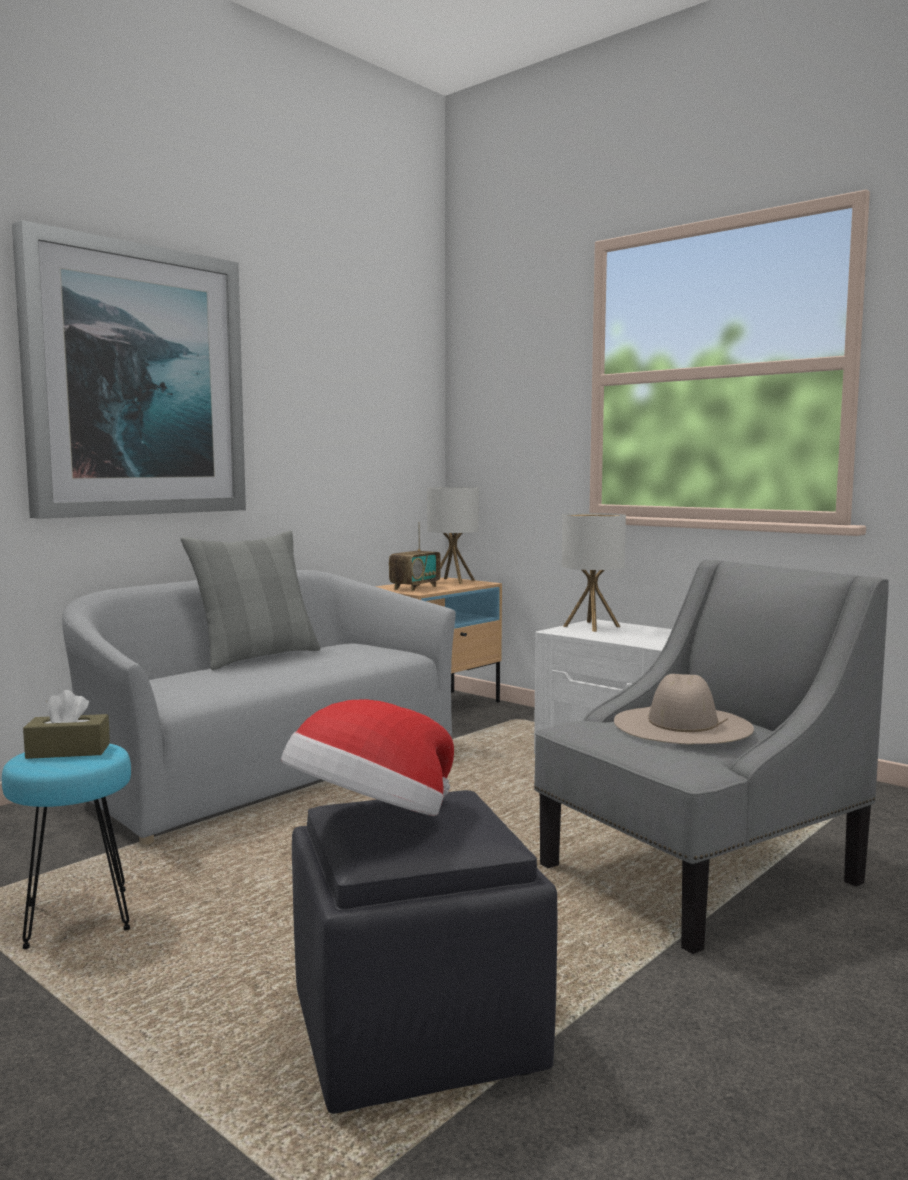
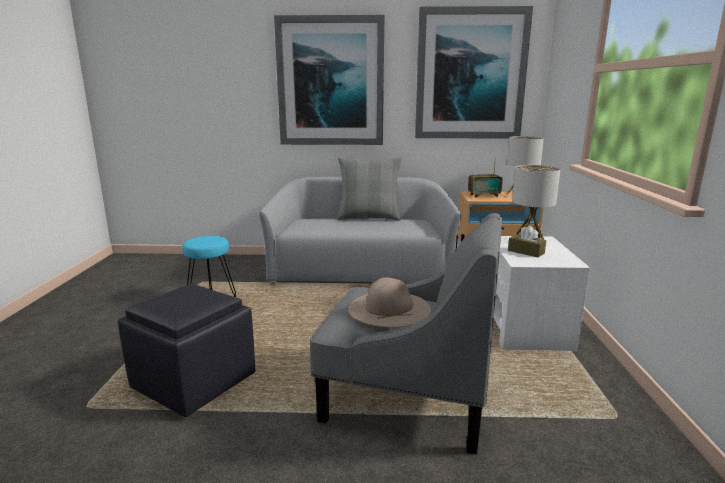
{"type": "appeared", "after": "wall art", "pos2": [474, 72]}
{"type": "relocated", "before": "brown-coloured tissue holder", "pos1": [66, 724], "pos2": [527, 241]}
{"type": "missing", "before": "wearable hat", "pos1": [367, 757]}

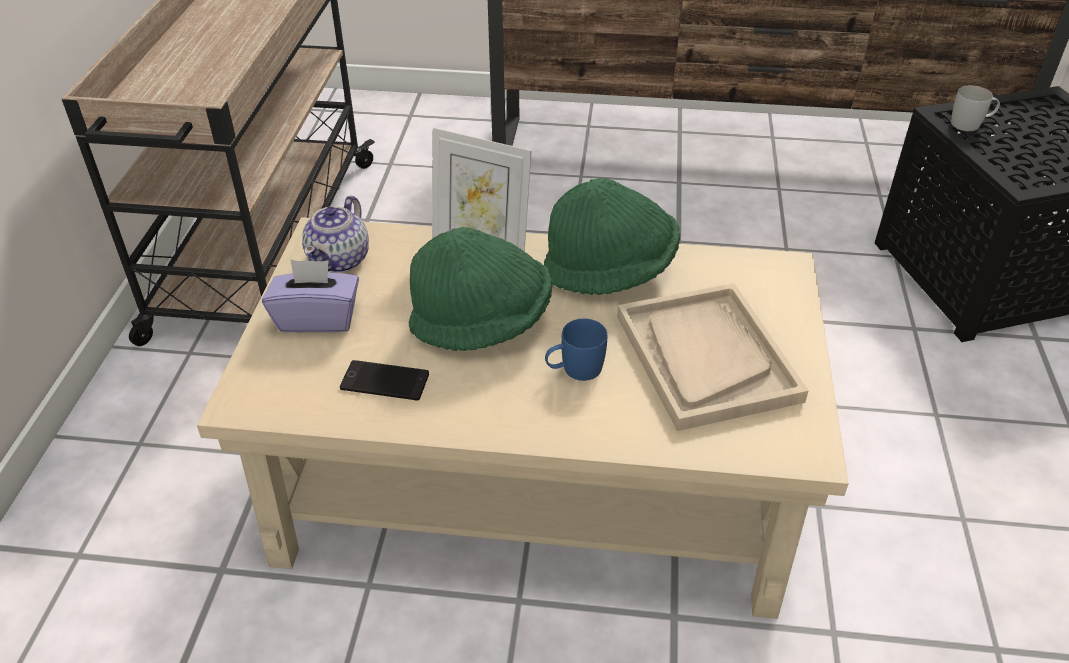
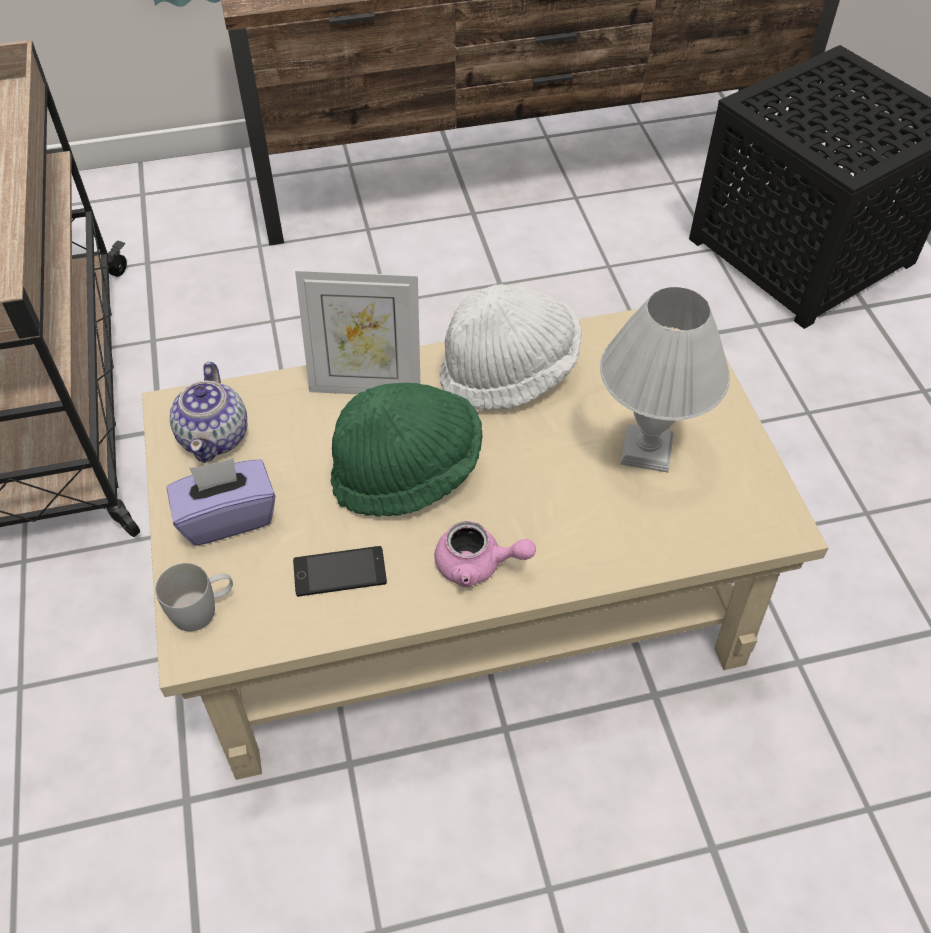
{"type": "relocated", "before": "whitish tea mug", "pos1": [975, 108], "pos2": [194, 597]}
{"type": "appeared", "after": "pink teapot", "pos2": [485, 554]}
{"type": "colour", "before": "greenish wearable hat", "after": "whitish wearable hat", "pos1": [612, 236], "pos2": [511, 347]}
{"type": "exchanged", "before": "beige serving tray", "after": "whitish tabletop lamp", "pos1": [712, 357], "pos2": [665, 380]}
{"type": "missing", "before": "blue tea mug", "pos1": [576, 349]}

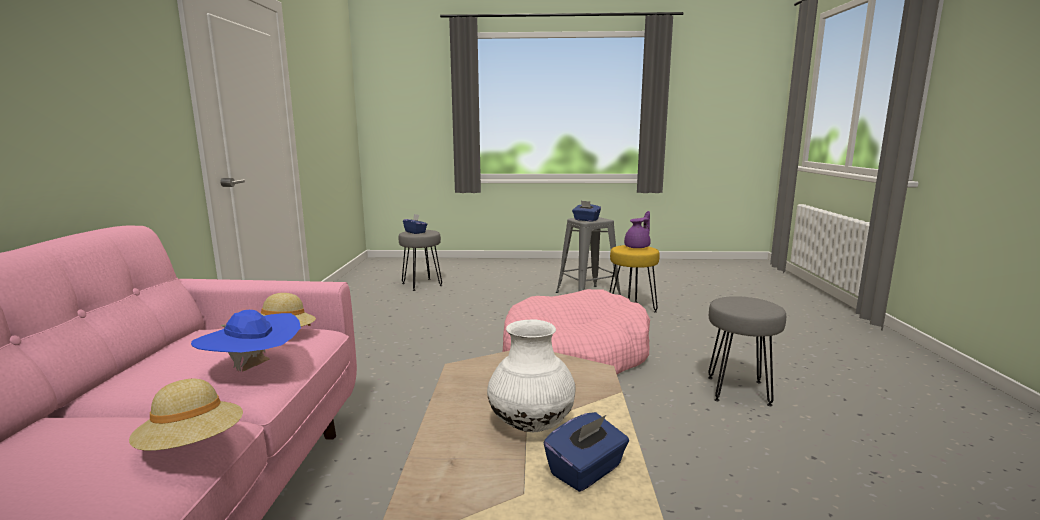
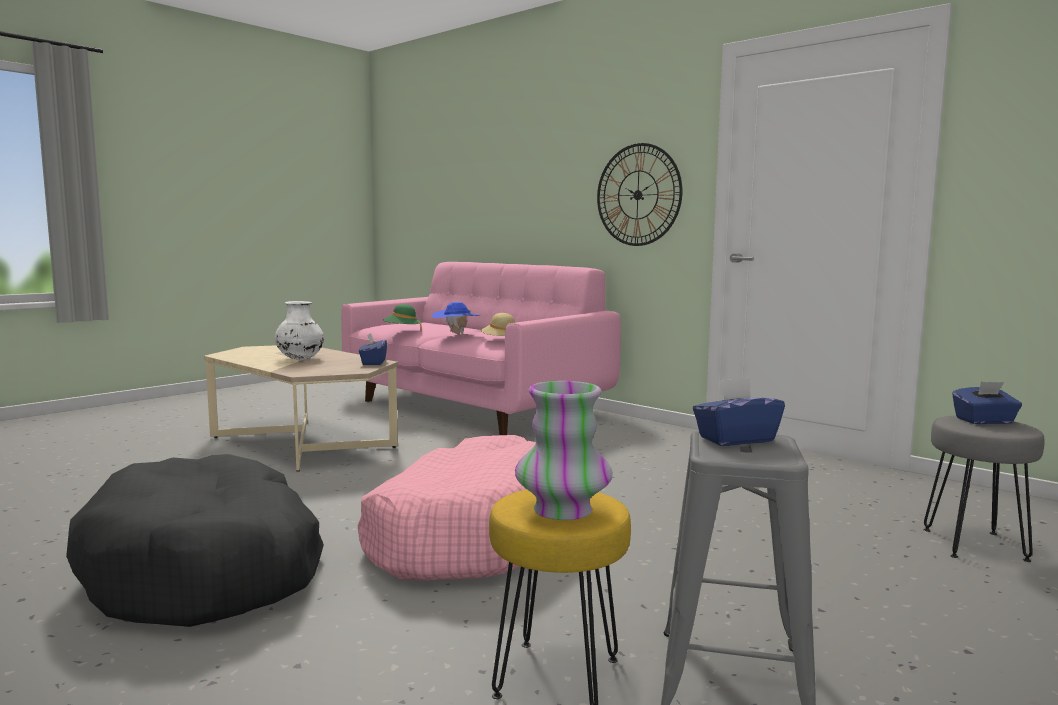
{"type": "exchanged", "before": "gray sitting stool", "after": "black-coloured dog bed", "pos1": [747, 351], "pos2": [195, 540]}
{"type": "relocated", "before": "blue tissue holder", "pos1": [586, 452], "pos2": [373, 349]}
{"type": "colour", "before": "beige wearable hat", "after": "greenish wearable hat", "pos1": [186, 415], "pos2": [402, 317]}
{"type": "exchanged", "before": "purple-coloured teapot", "after": "decorative vase", "pos1": [637, 229], "pos2": [564, 450]}
{"type": "appeared", "after": "clock on the wall", "pos2": [639, 194]}

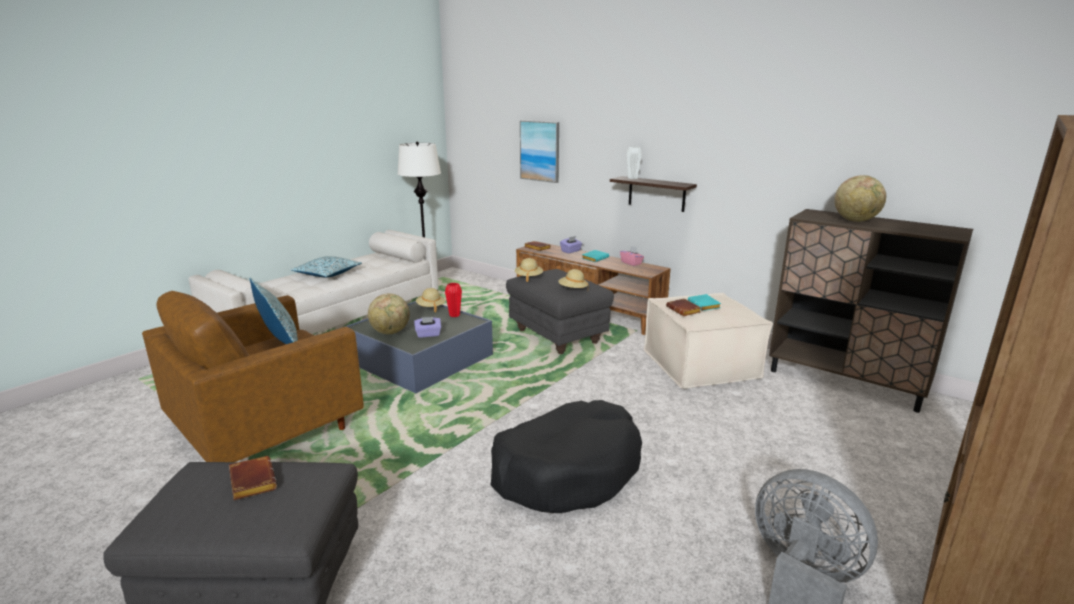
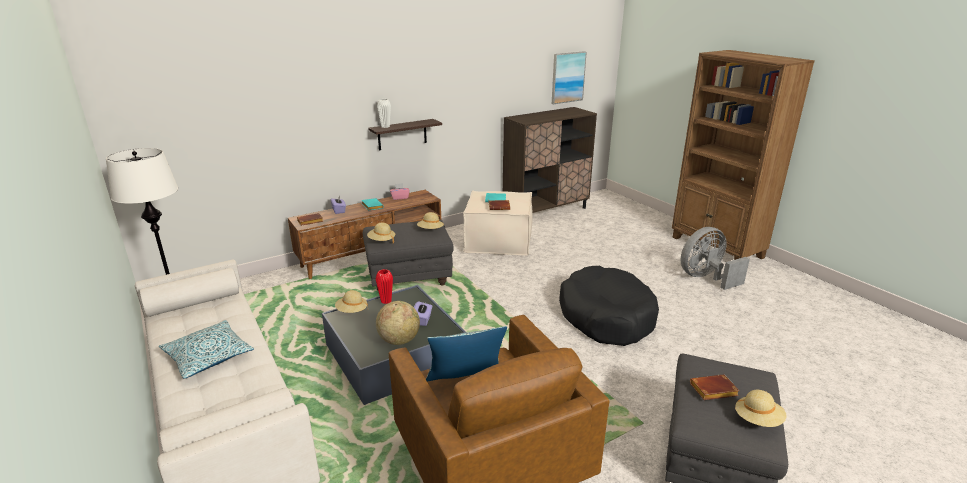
{"type": "relocated", "before": "wall art", "pos1": [539, 151], "pos2": [569, 77]}
{"type": "appeared", "after": "beige wearable hat", "pos2": [760, 408]}
{"type": "missing", "before": "world globe", "pos1": [860, 198]}

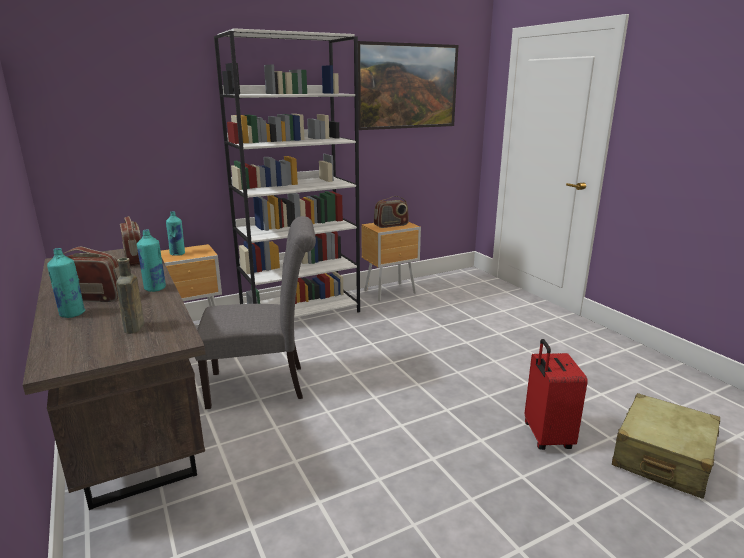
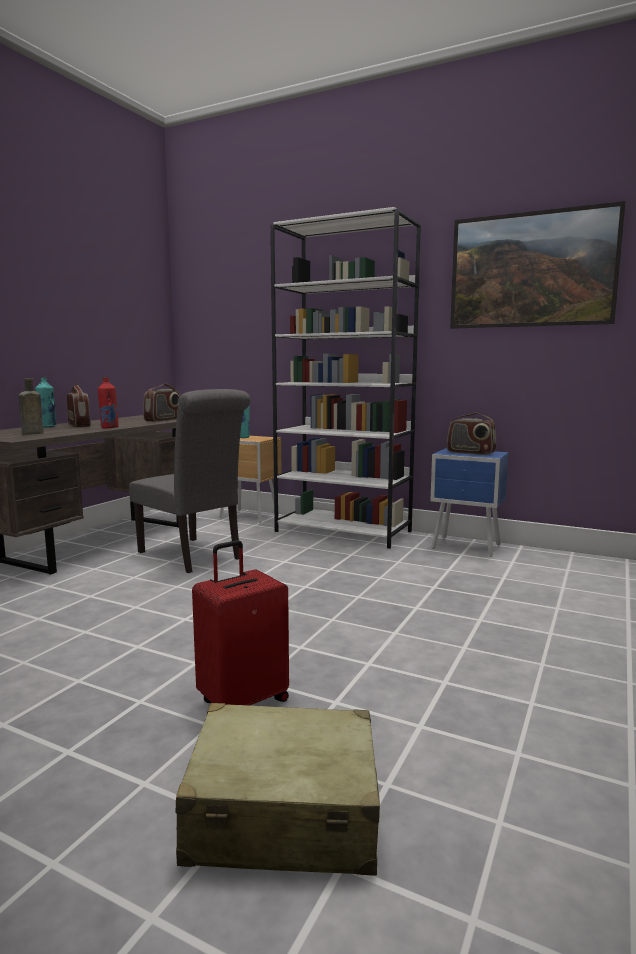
{"type": "colour", "before": "turquoise bottle", "after": "red bottle", "pos1": [151, 260], "pos2": [108, 402]}
{"type": "colour", "before": "brown-coloured nightstand", "after": "blue nightstand", "pos1": [391, 261], "pos2": [469, 502]}

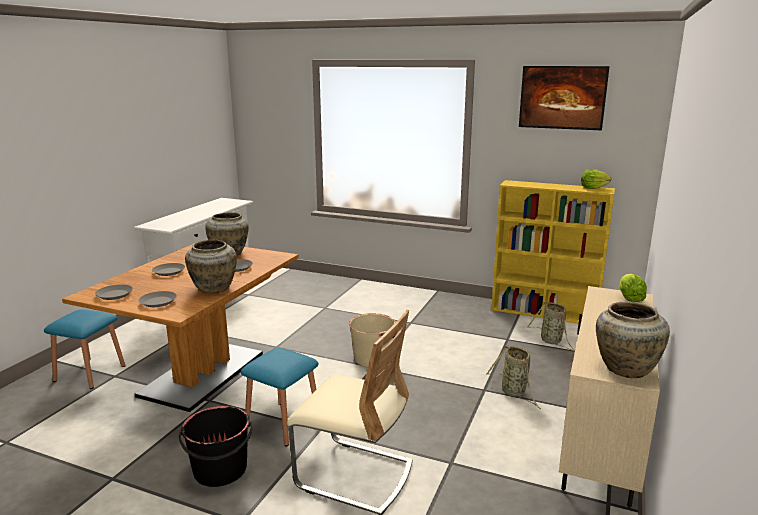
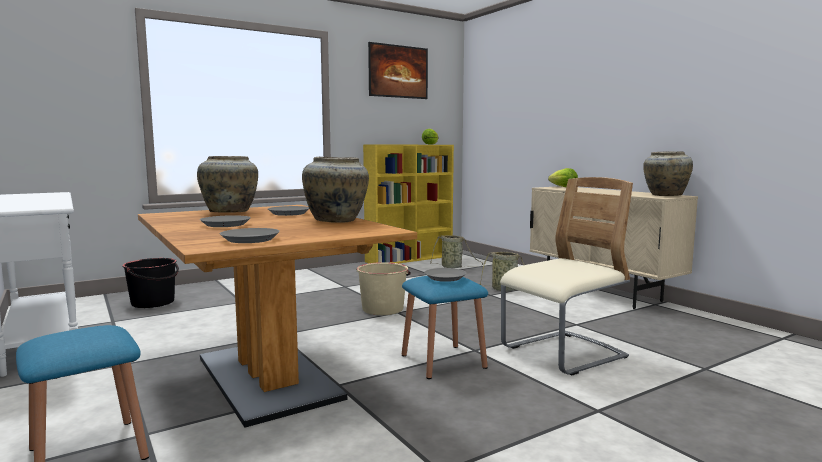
{"type": "relocated", "before": "black-coloured bucket", "pos1": [215, 446], "pos2": [150, 283]}
{"type": "relocated", "before": "gray plate", "pos1": [158, 299], "pos2": [445, 275]}

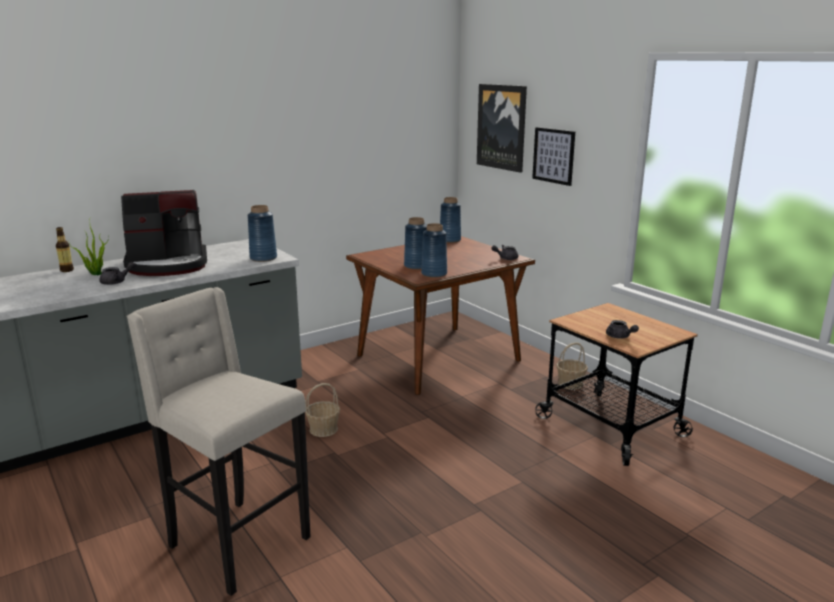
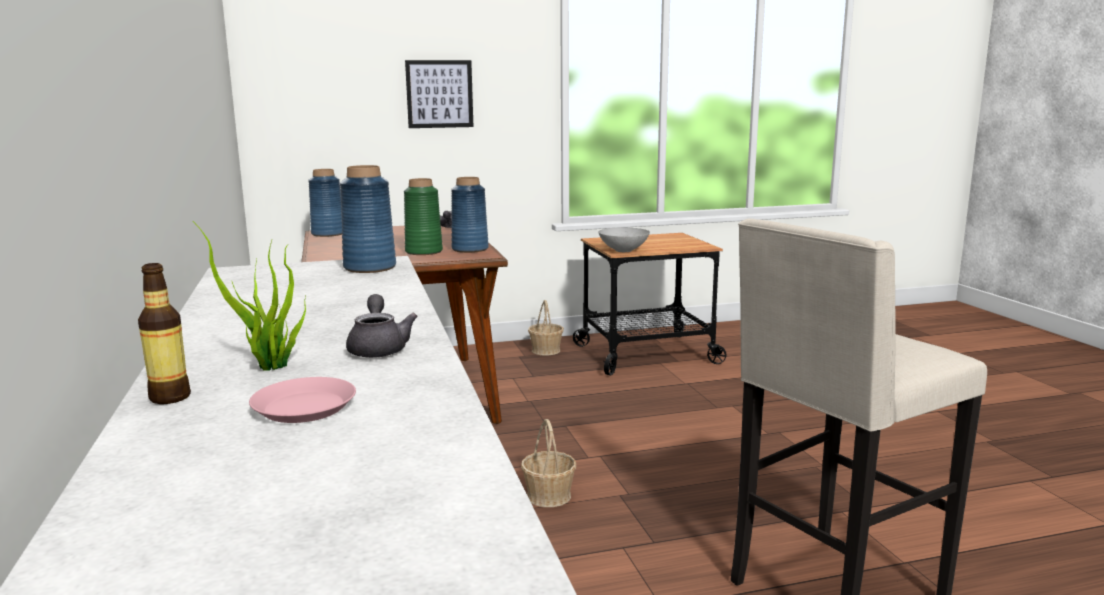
{"type": "appeared", "after": "pink plate", "pos2": [302, 400]}
{"type": "colour", "before": "blue decorative vase", "after": "greenish decorative vase", "pos1": [415, 243], "pos2": [423, 216]}
{"type": "appeared", "after": "gray serving bowl", "pos2": [624, 239]}
{"type": "missing", "before": "coffee machine", "pos1": [164, 233]}
{"type": "missing", "before": "wall art", "pos1": [502, 128]}
{"type": "missing", "before": "gray teapot", "pos1": [622, 329]}

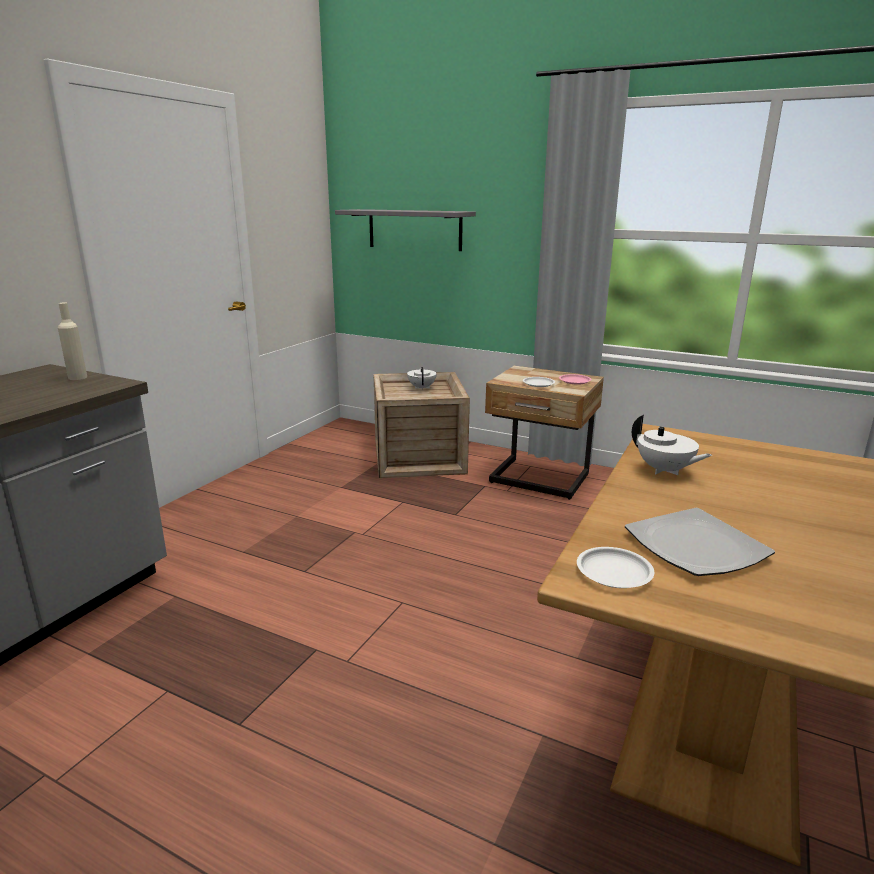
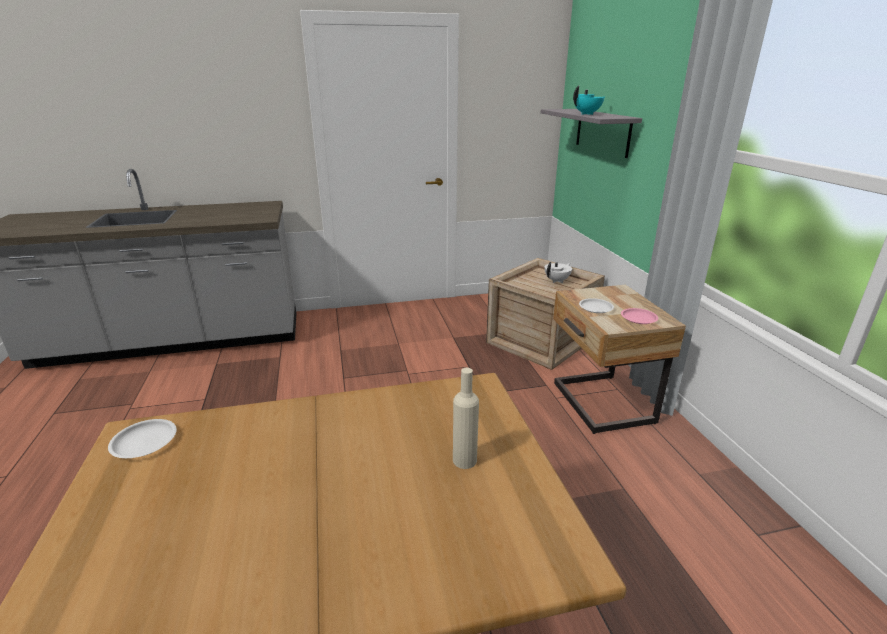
{"type": "relocated", "before": "beige bottle", "pos1": [72, 341], "pos2": [466, 418]}
{"type": "appeared", "after": "turquoise teapot", "pos2": [589, 100]}
{"type": "missing", "before": "plate", "pos1": [700, 542]}
{"type": "missing", "before": "whitish teapot", "pos1": [672, 445]}

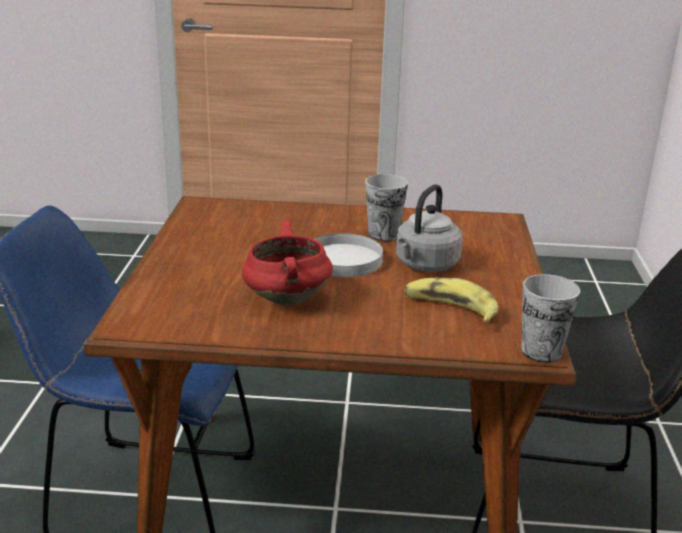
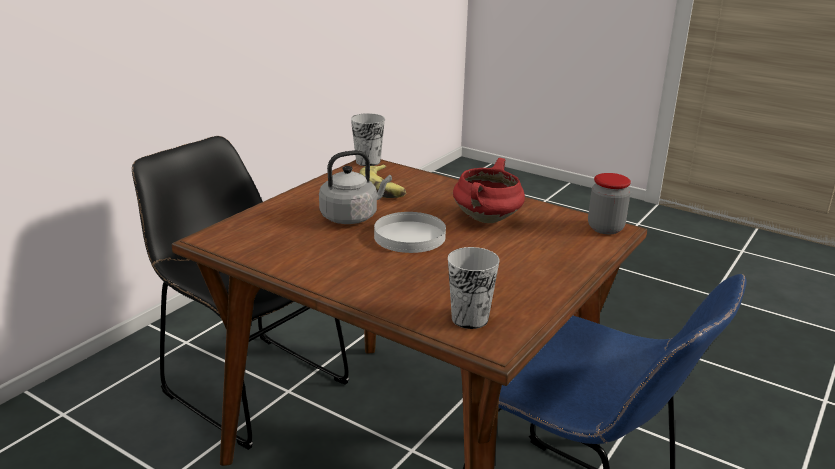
{"type": "relocated", "before": "drinking cup", "pos1": [386, 207], "pos2": [474, 288]}
{"type": "appeared", "after": "jar", "pos2": [609, 203]}

